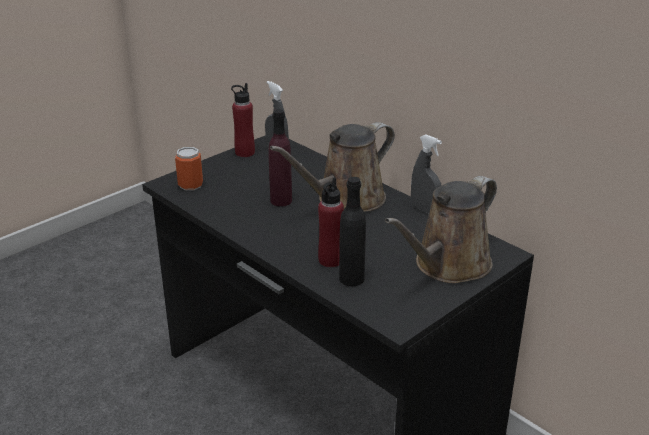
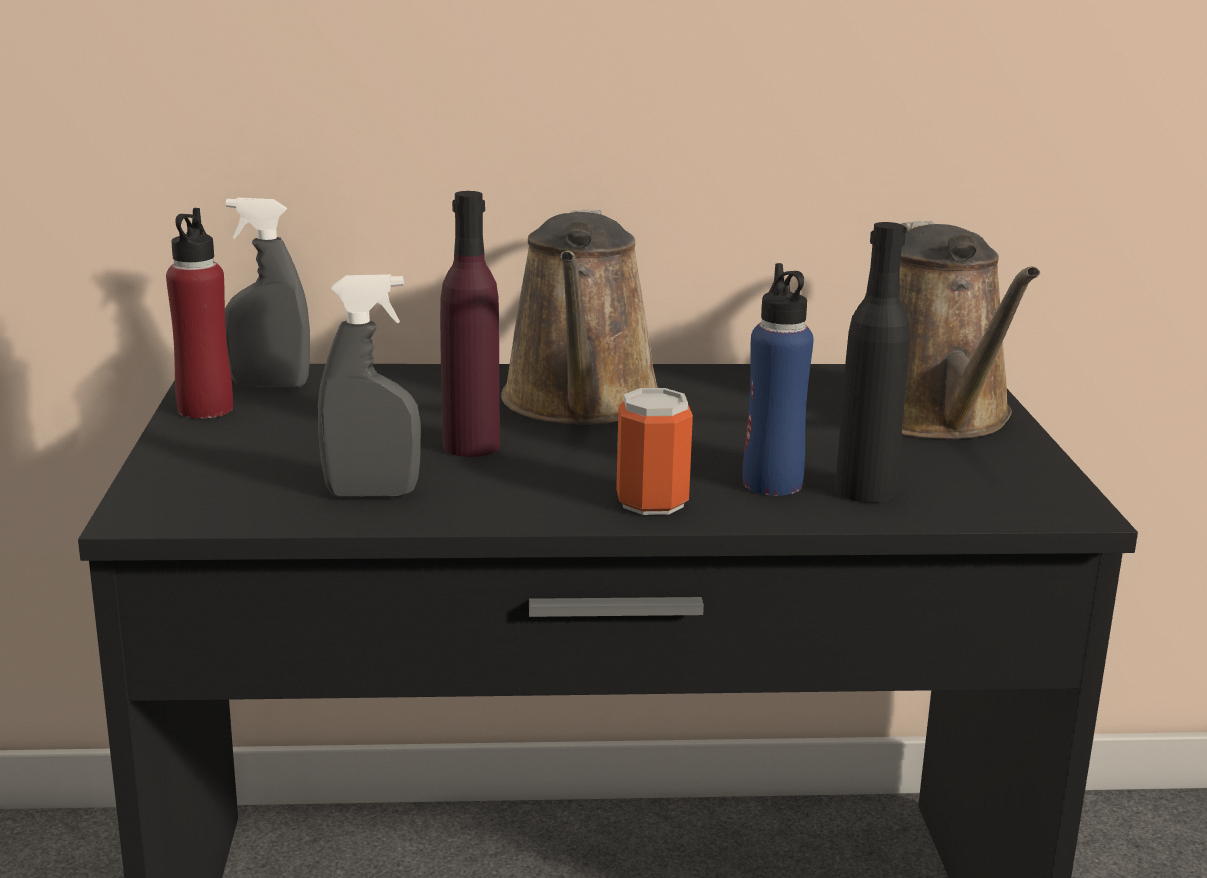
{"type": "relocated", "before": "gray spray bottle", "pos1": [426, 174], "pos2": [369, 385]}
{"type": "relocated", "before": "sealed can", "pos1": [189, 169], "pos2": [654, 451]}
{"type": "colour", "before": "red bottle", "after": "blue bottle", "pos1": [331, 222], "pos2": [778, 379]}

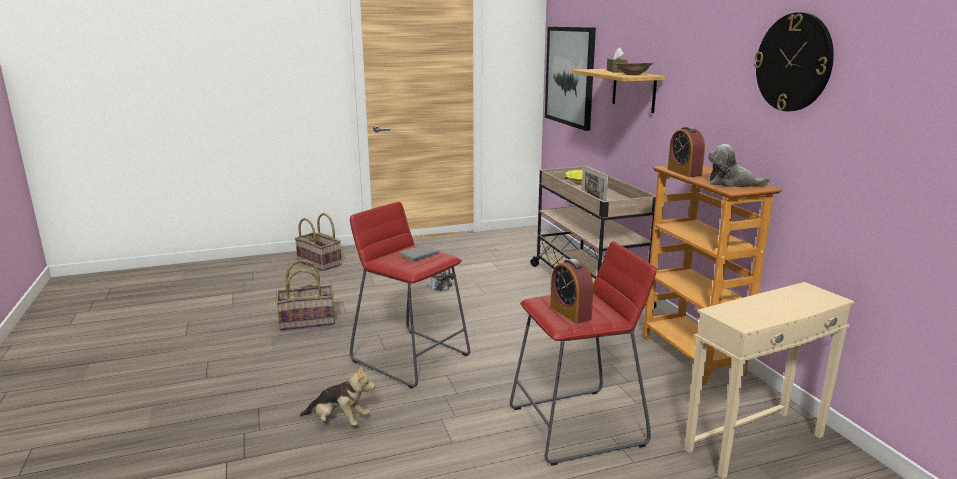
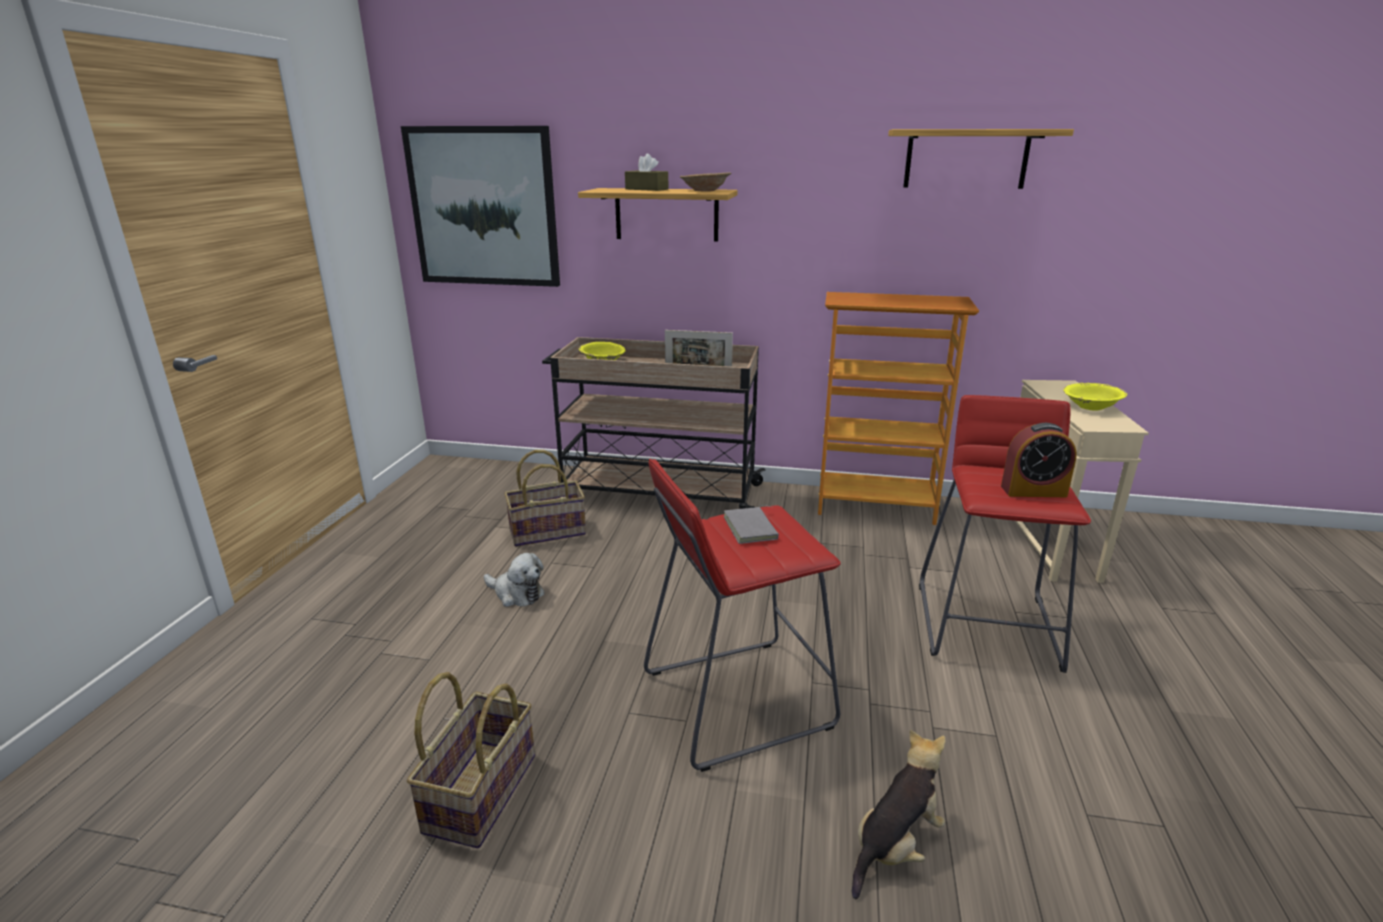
{"type": "relocated", "before": "household basket", "pos1": [318, 242], "pos2": [545, 498]}
{"type": "exchanged", "before": "clock on the wall", "after": "bracket shelf", "pos1": [794, 61], "pos2": [981, 159]}
{"type": "appeared", "after": "yellow-coloured serving bowl", "pos2": [1095, 397]}
{"type": "missing", "before": "bedside clock", "pos1": [686, 152]}
{"type": "missing", "before": "plush toy", "pos1": [739, 165]}

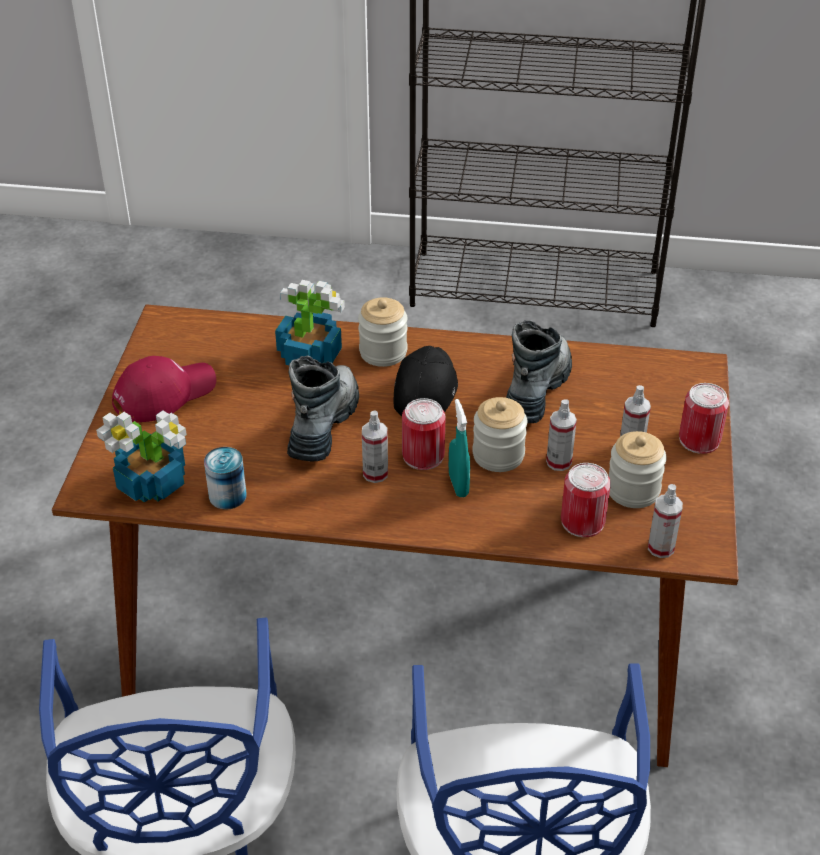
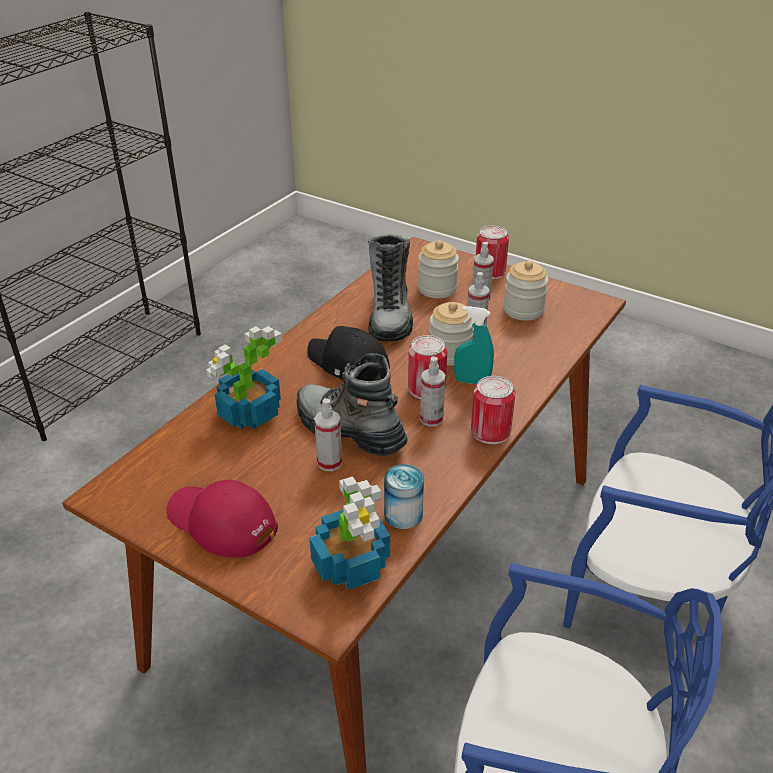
{"type": "spun", "before": "red baseball cap", "pos1": [164, 389], "pos2": [222, 519], "turn": -45}
{"type": "relocated", "before": "spray bottle", "pos1": [665, 521], "pos2": [328, 434]}
{"type": "spun", "before": "boot", "pos1": [539, 371], "pos2": [390, 288], "turn": -135}
{"type": "relocated", "before": "jar", "pos1": [383, 332], "pos2": [438, 269]}
{"type": "relocated", "before": "sealed can", "pos1": [586, 500], "pos2": [493, 410]}

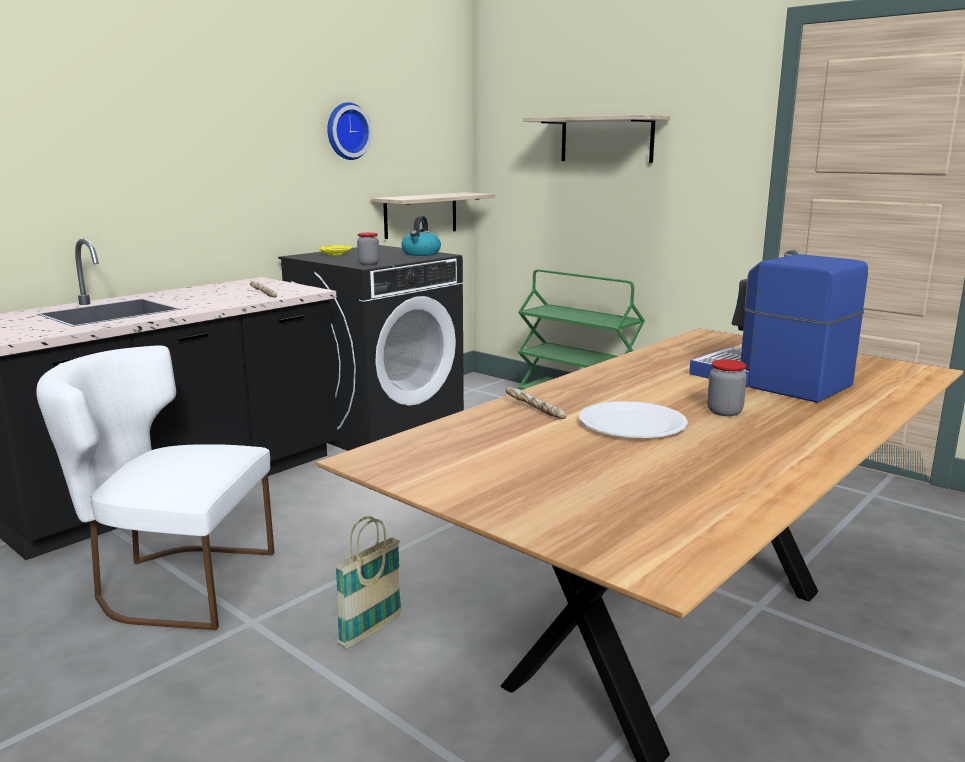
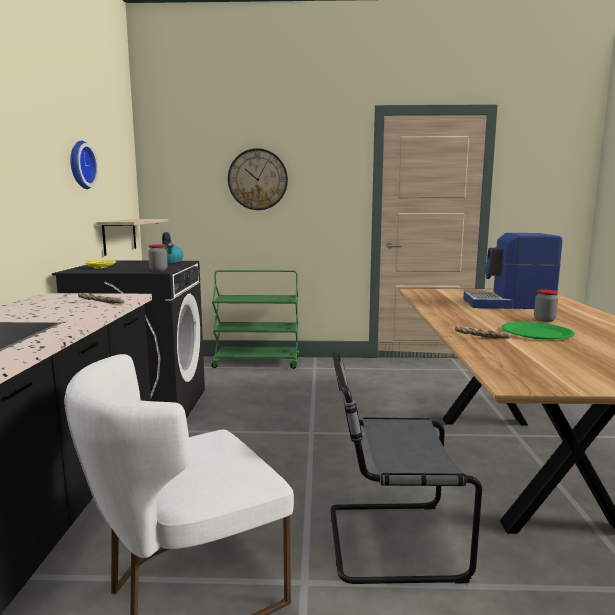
{"type": "exchanged", "before": "bracket shelf", "after": "clock on the wall", "pos1": [597, 138], "pos2": [258, 179]}
{"type": "exchanged", "before": "household basket", "after": "gray upright chair", "pos1": [368, 582], "pos2": [406, 467]}
{"type": "colour", "before": "whitish plate", "after": "greenish plate", "pos1": [633, 419], "pos2": [538, 330]}

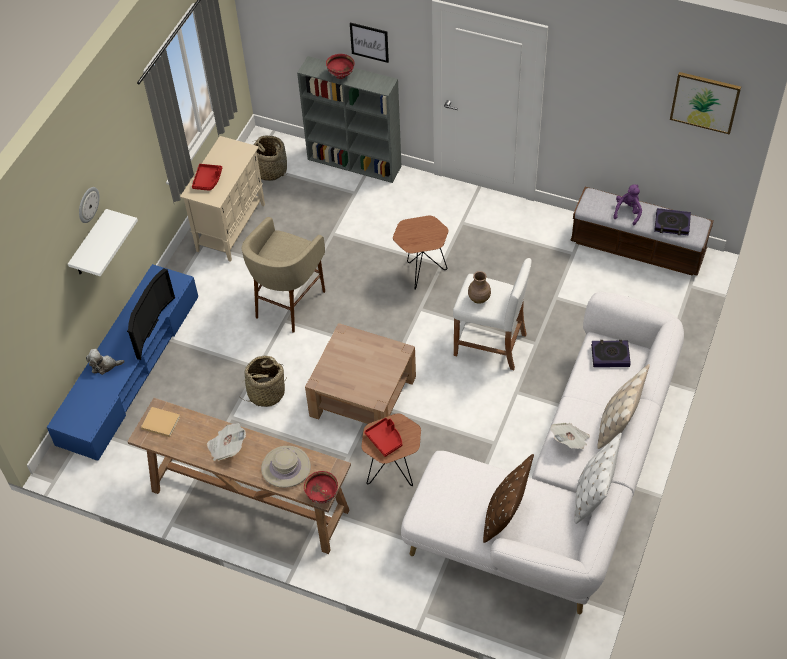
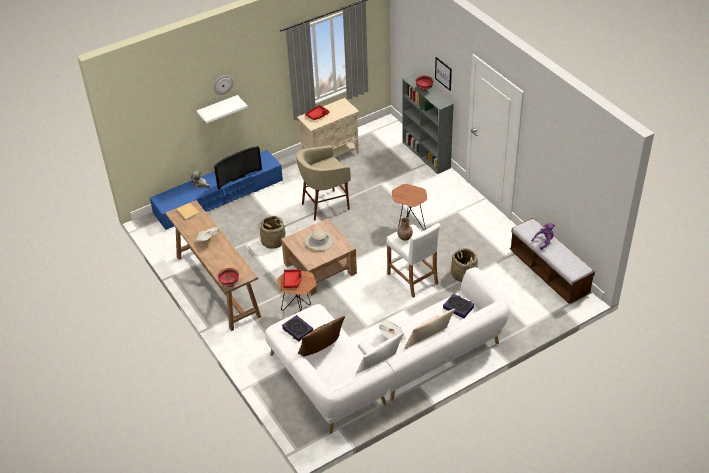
{"type": "relocated", "before": "bound book", "pos1": [672, 222], "pos2": [297, 328]}
{"type": "relocated", "before": "beige wearable hat", "pos1": [286, 467], "pos2": [319, 240]}
{"type": "relocated", "before": "household basket", "pos1": [270, 158], "pos2": [464, 265]}
{"type": "missing", "before": "wall art", "pos1": [705, 103]}

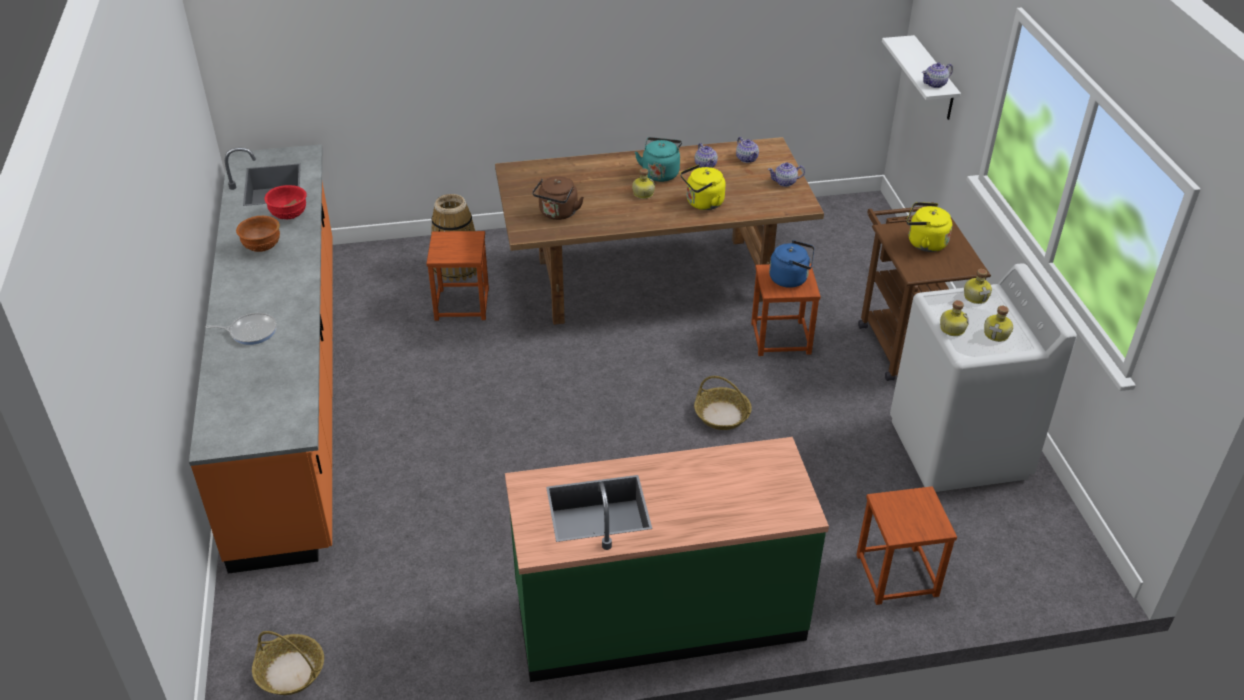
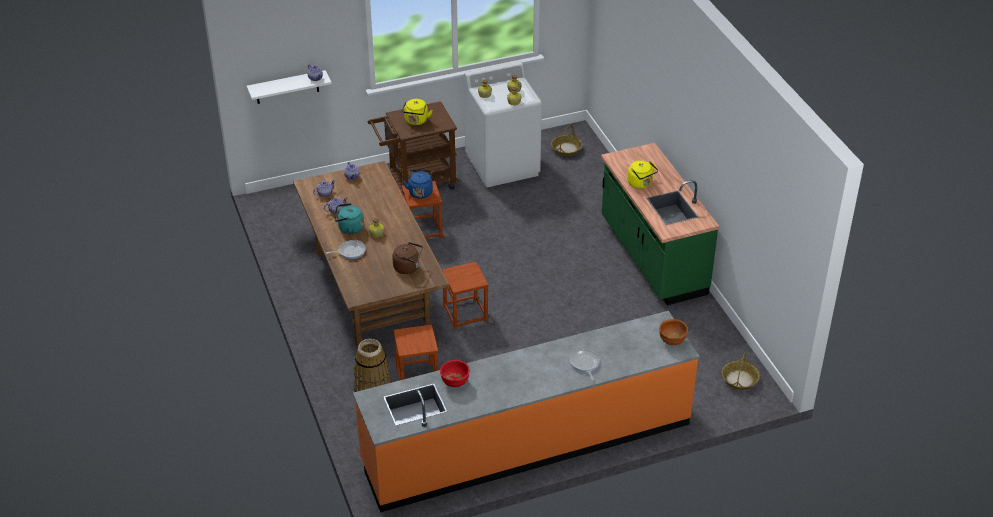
{"type": "appeared", "after": "frying pan", "pos2": [346, 249]}
{"type": "relocated", "before": "brown-coloured sitting stool", "pos1": [907, 545], "pos2": [465, 295]}
{"type": "relocated", "before": "household basket", "pos1": [723, 403], "pos2": [566, 140]}
{"type": "relocated", "before": "yellow-coloured tea kettle", "pos1": [703, 187], "pos2": [642, 174]}
{"type": "relocated", "before": "brown-coloured serving bowl", "pos1": [258, 234], "pos2": [673, 332]}

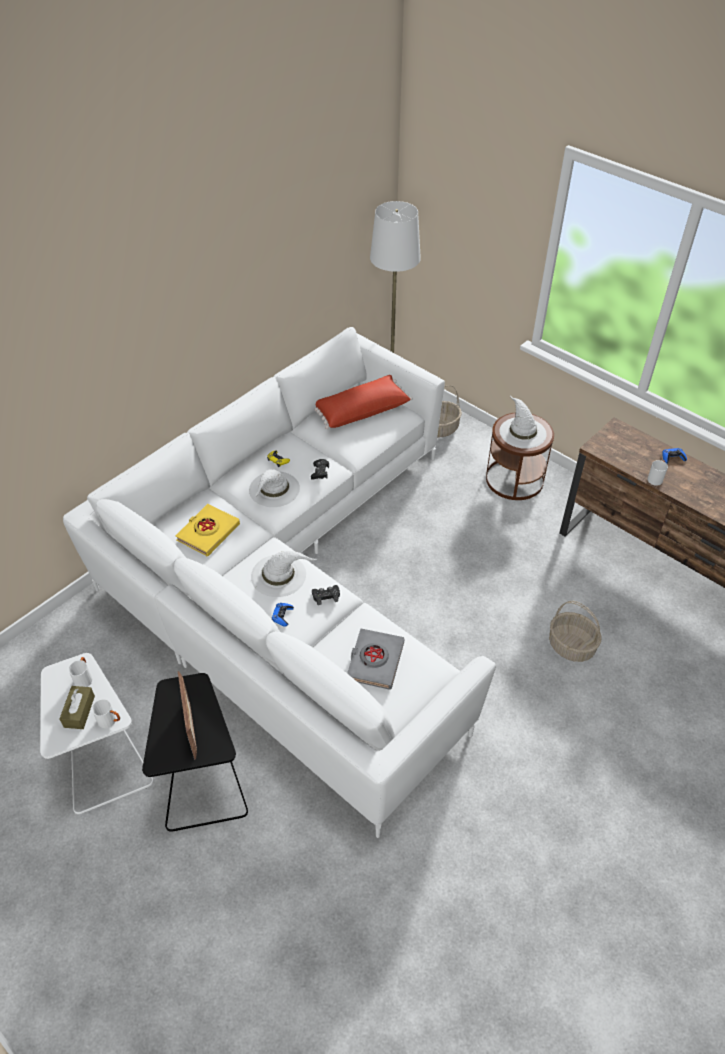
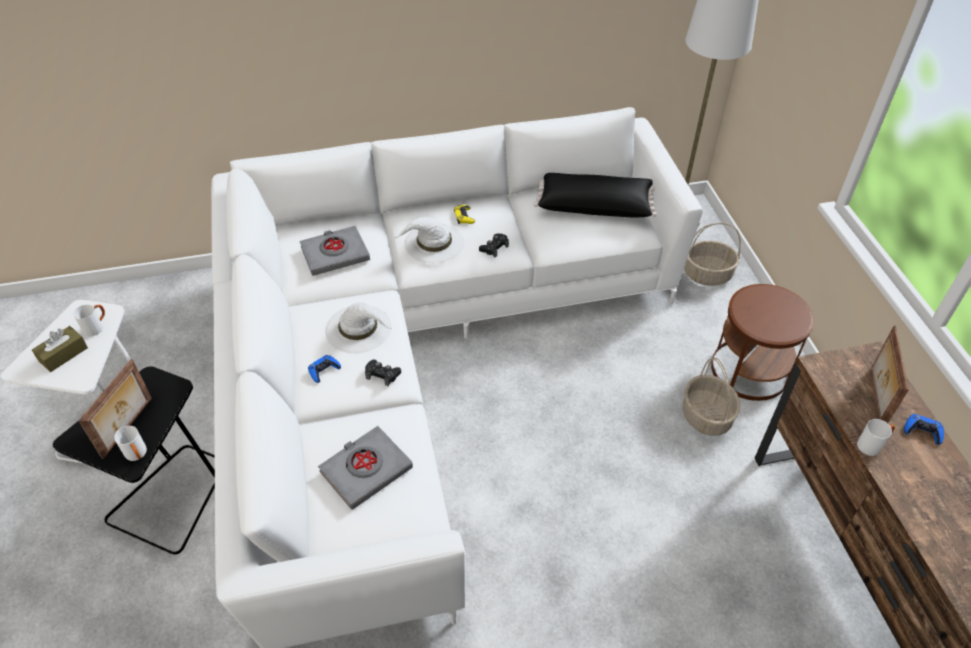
{"type": "relocated", "before": "whitish tea mug", "pos1": [106, 713], "pos2": [130, 443]}
{"type": "colour", "before": "yellow-coloured bound book", "after": "gray bound book", "pos1": [208, 530], "pos2": [335, 251]}
{"type": "colour", "before": "red throw pillow", "after": "black-coloured throw pillow", "pos1": [364, 402], "pos2": [595, 195]}
{"type": "relocated", "before": "household basket", "pos1": [575, 631], "pos2": [711, 397]}
{"type": "appeared", "after": "photo frame", "pos2": [890, 374]}
{"type": "missing", "before": "whitish wearable hat", "pos1": [523, 422]}

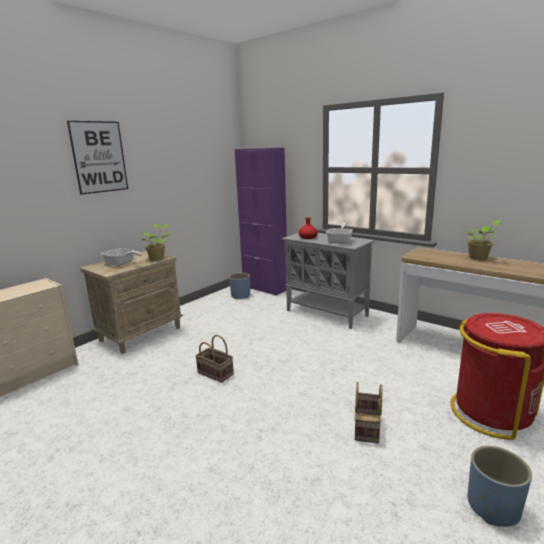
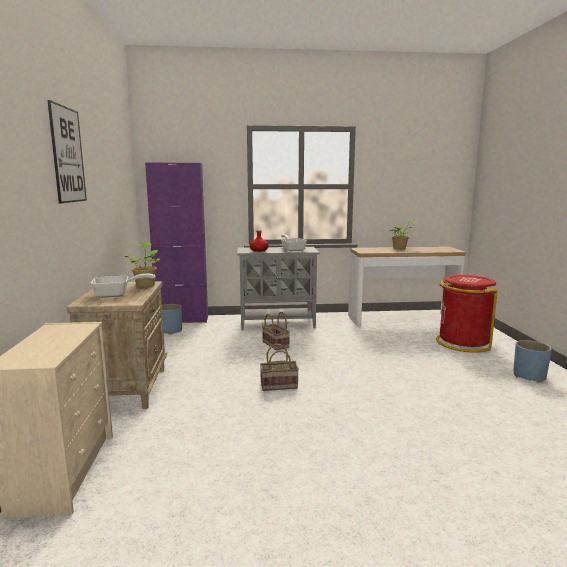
{"type": "relocated", "before": "household basket", "pos1": [368, 413], "pos2": [276, 331]}

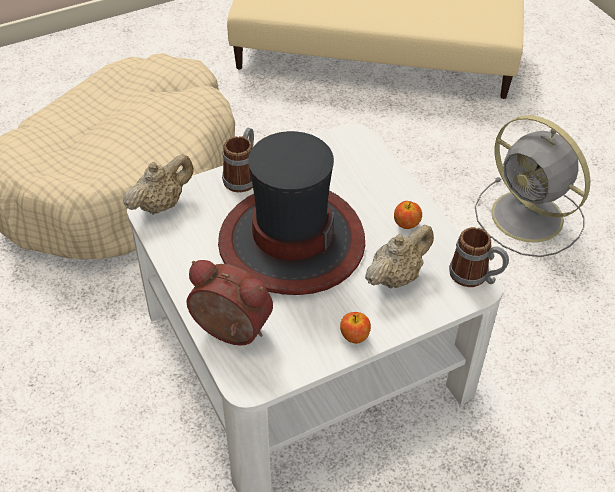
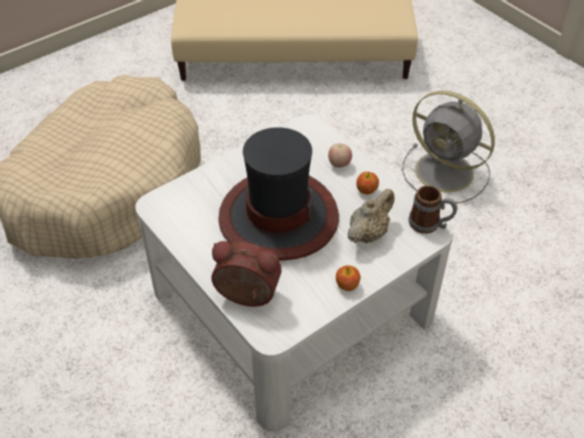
{"type": "appeared", "after": "apple fruit", "pos2": [340, 156]}
{"type": "missing", "before": "beige teapot", "pos1": [158, 184]}
{"type": "missing", "before": "tea mug", "pos1": [238, 160]}

